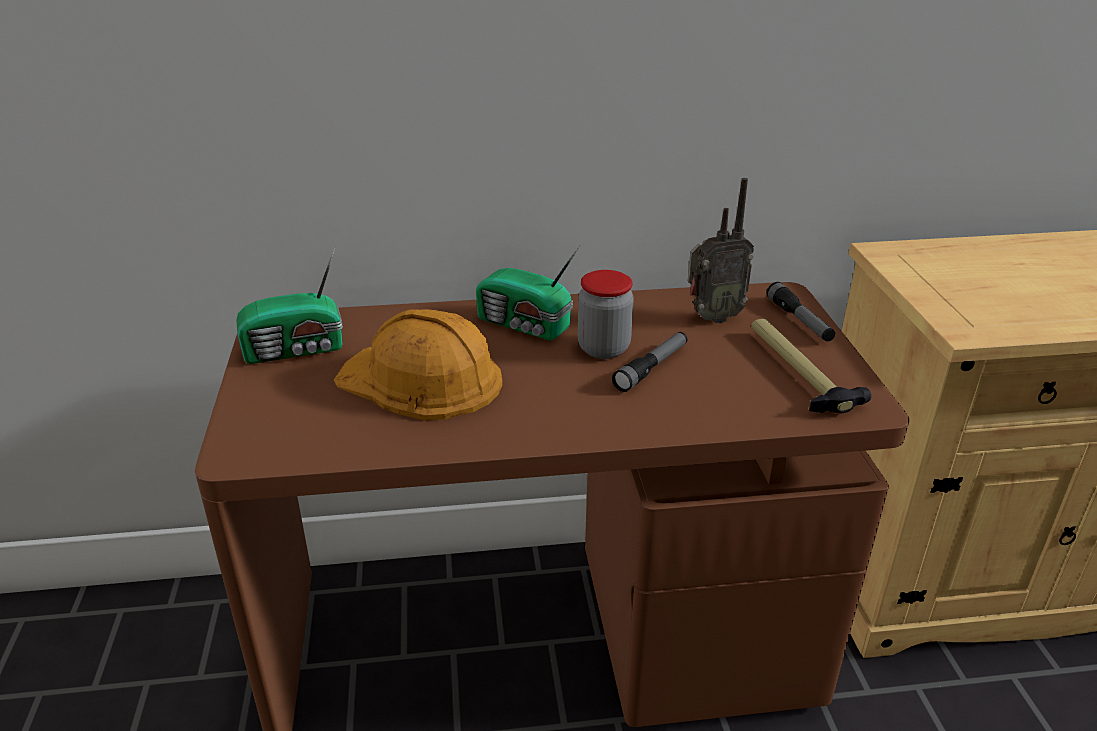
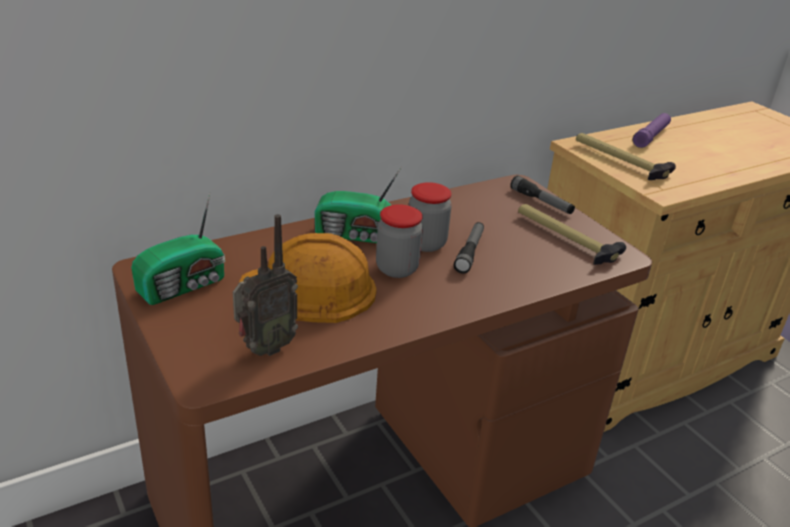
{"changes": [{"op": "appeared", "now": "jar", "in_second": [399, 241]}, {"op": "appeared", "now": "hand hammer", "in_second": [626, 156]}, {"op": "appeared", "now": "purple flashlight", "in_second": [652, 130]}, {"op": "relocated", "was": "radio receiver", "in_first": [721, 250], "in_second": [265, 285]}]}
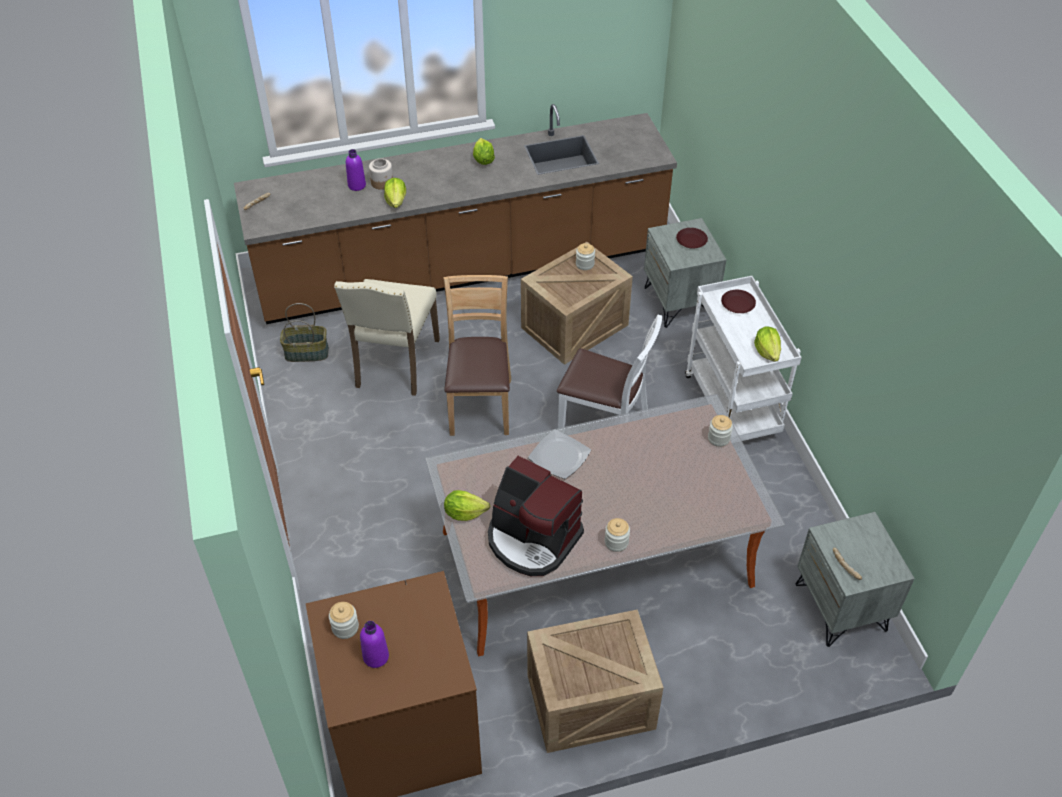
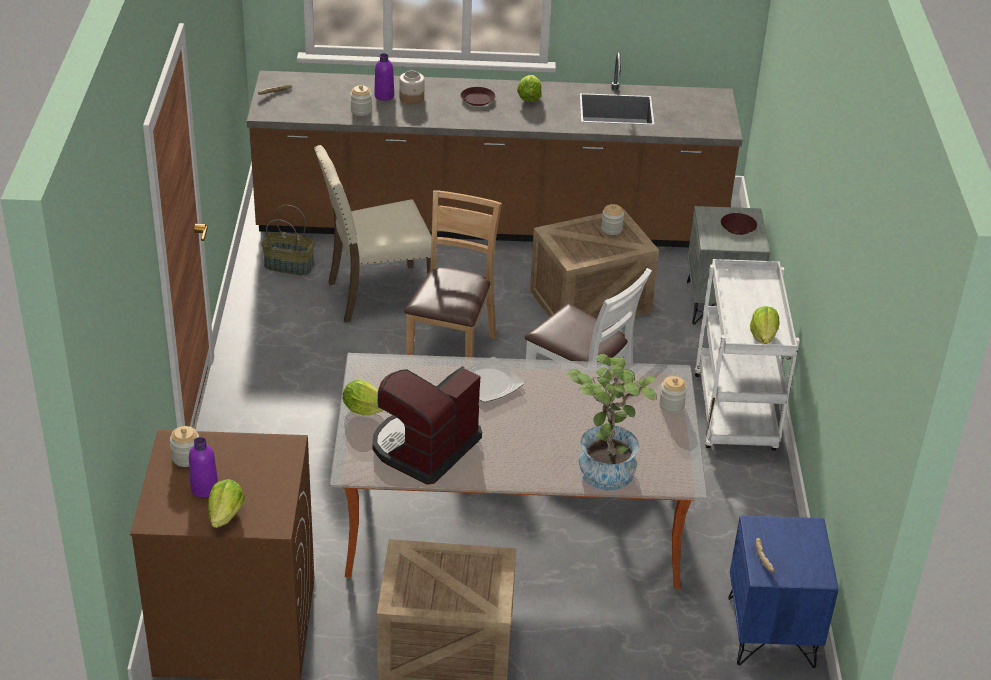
{"changes": [{"op": "appeared", "now": "plant in a pot", "in_second": [611, 422]}, {"op": "relocated", "was": "lettuce", "in_first": [395, 193], "in_second": [226, 503]}, {"op": "relocated", "was": "jar", "in_first": [617, 535], "in_second": [361, 100]}, {"op": "relocated", "was": "brownish flat dish", "in_first": [738, 301], "in_second": [478, 96]}, {"op": "colour", "was": "greyish nightstand", "now": "blue-coloured nightstand", "in_first": [855, 579], "in_second": [783, 591]}, {"op": "spun", "was": "sand-coloured upright chair", "in_first": [387, 337], "in_second": [375, 234], "clockwise": 45}, {"op": "spun", "was": "coffee brewer", "in_first": [536, 516], "in_second": [427, 425], "clockwise": 75}]}
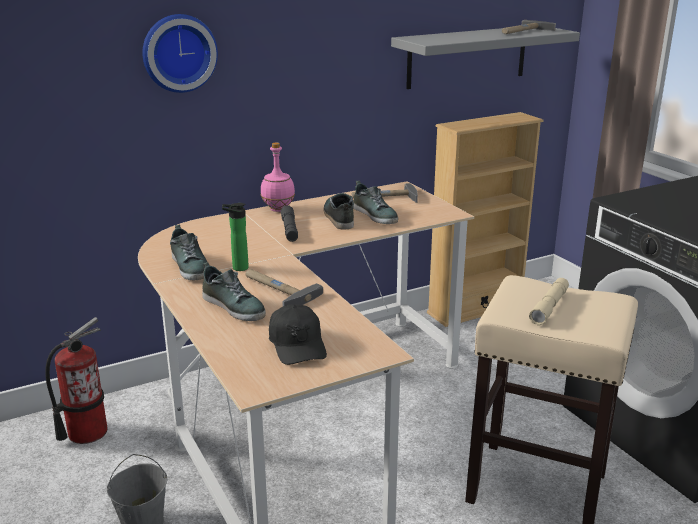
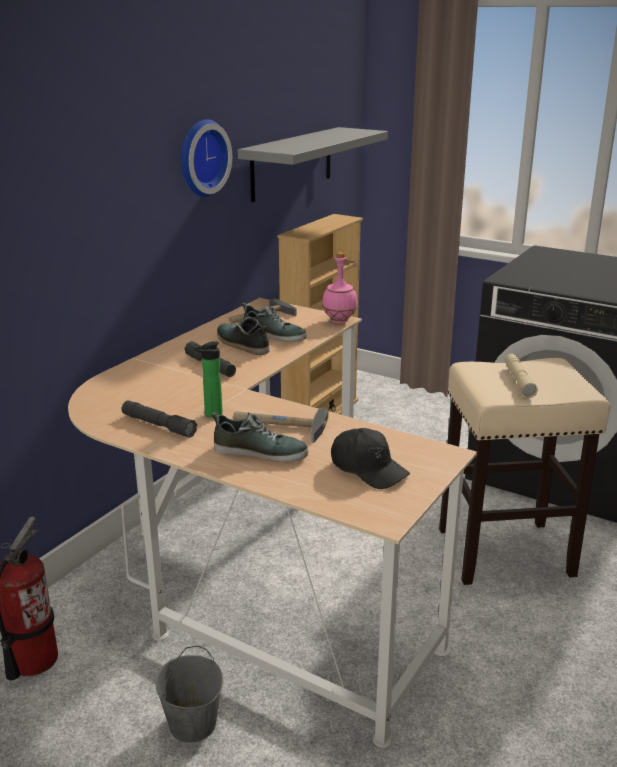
{"changes": [{"op": "missing", "was": "hand hammer", "in_first": [529, 27]}, {"op": "relocated", "was": "hanging clock", "in_first": [180, 53], "in_second": [206, 158]}, {"op": "relocated", "was": "pink-coloured bottle", "in_first": [278, 177], "in_second": [339, 287]}, {"op": "exchanged", "was": "item of footwear", "now": "greyish flashlight", "in_first": [188, 252], "in_second": [159, 419]}]}
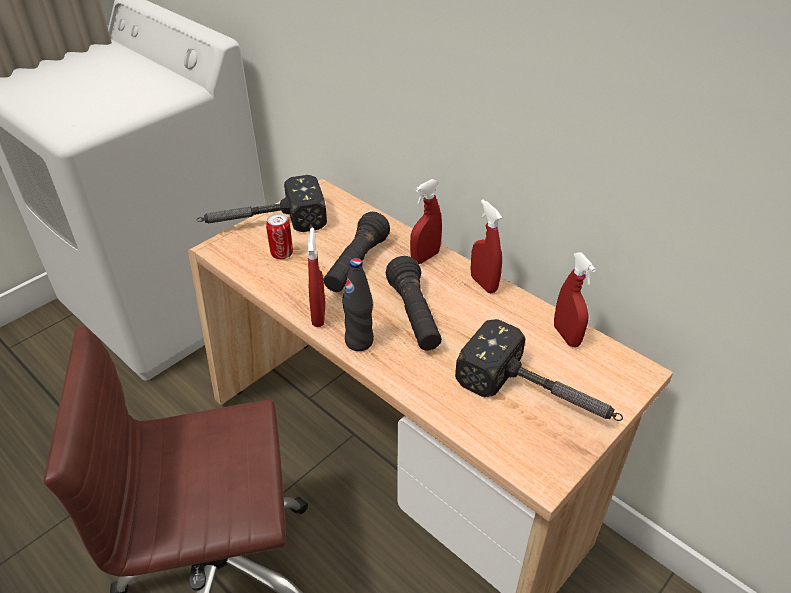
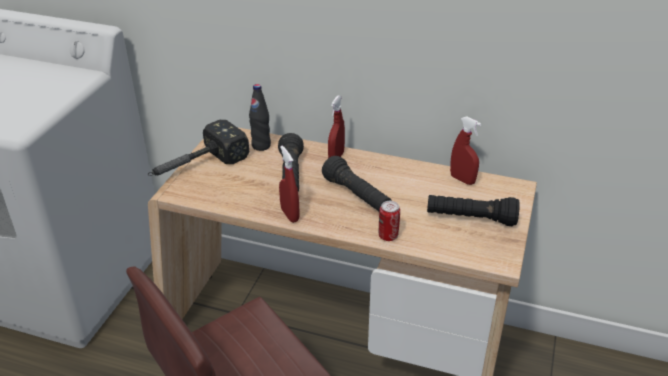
{"changes": [{"op": "missing", "was": "red spray bottle", "in_first": [486, 246]}, {"op": "relocated", "was": "can", "in_first": [279, 236], "in_second": [389, 221]}, {"op": "relocated", "was": "blackish bottle", "in_first": [358, 304], "in_second": [260, 117]}, {"op": "exchanged", "was": "hand hammer", "now": "blackish flashlight", "in_first": [539, 370], "in_second": [473, 210]}]}
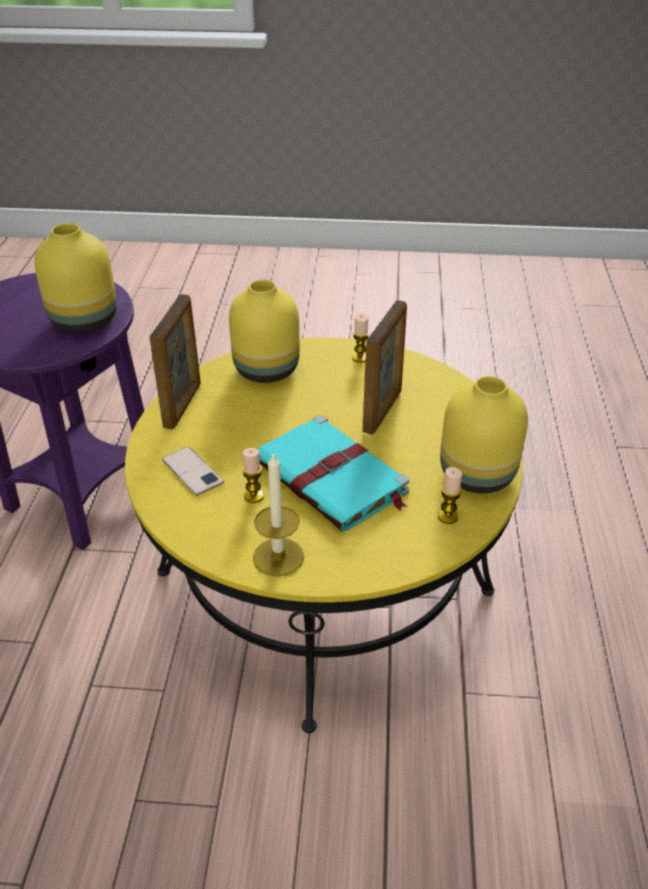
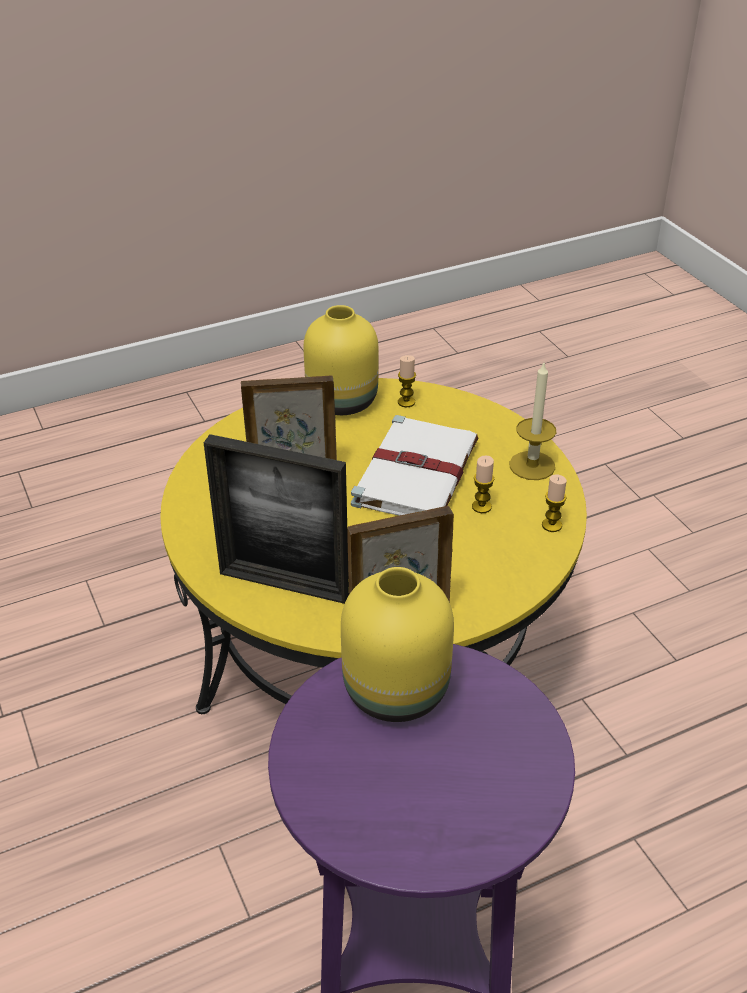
{"changes": [{"op": "missing", "was": "handset", "in_first": [193, 471]}, {"op": "relocated", "was": "wax light", "in_first": [360, 338], "in_second": [554, 503]}, {"op": "exchanged", "was": "yellow flower vase", "now": "photo frame", "in_first": [264, 331], "in_second": [276, 519]}, {"op": "colour", "was": "turquoise-coloured bound book", "now": "whitish bound book", "in_first": [334, 473], "in_second": [414, 465]}]}
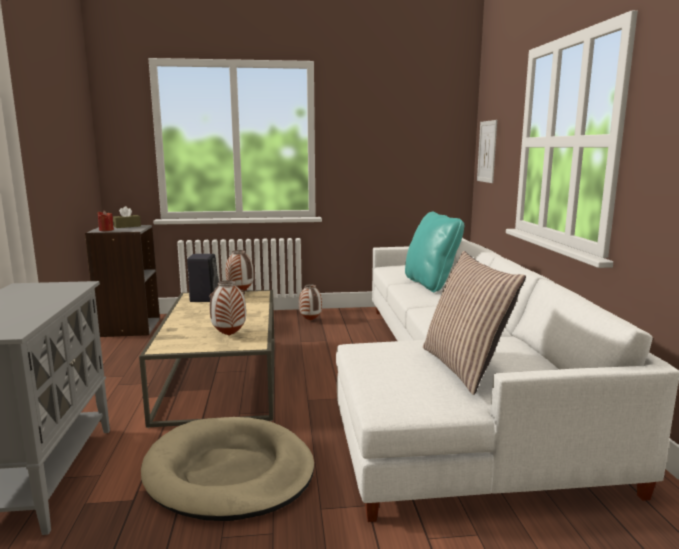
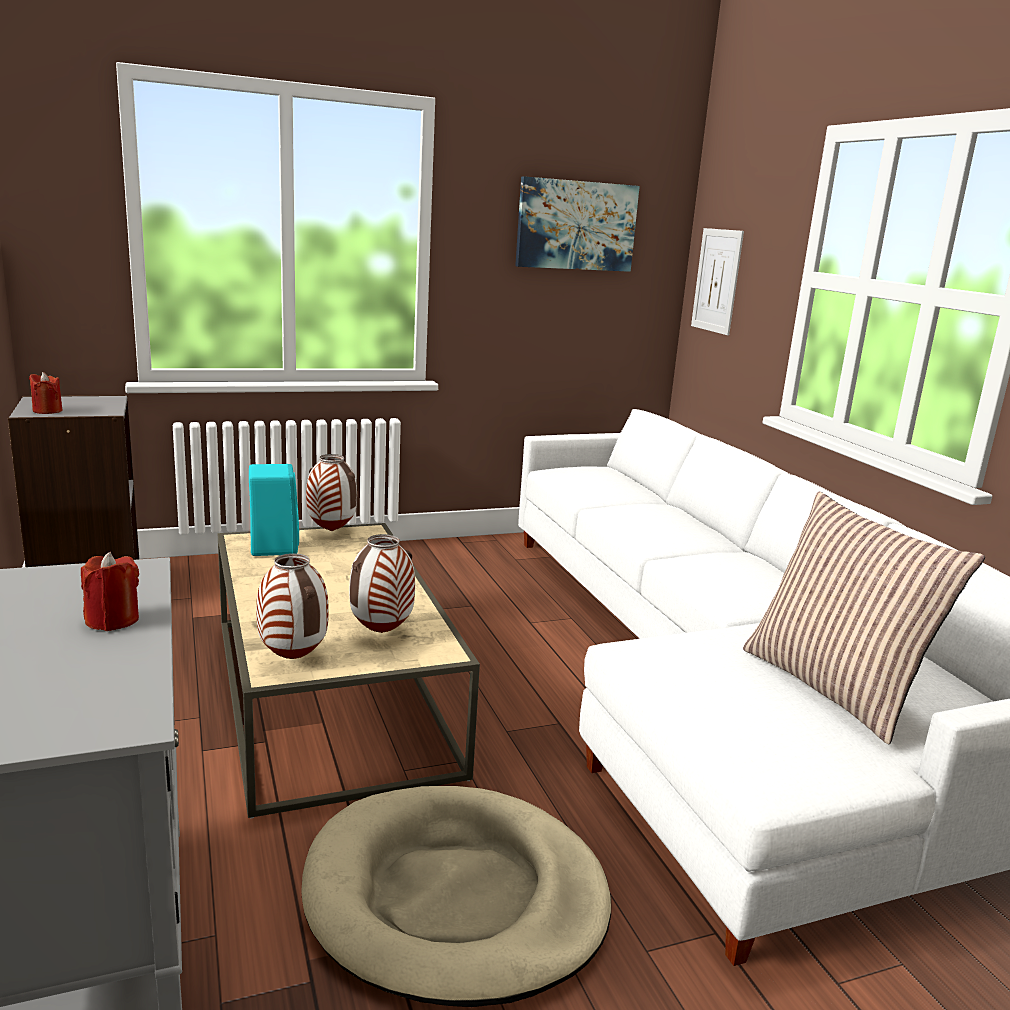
{"changes": [{"op": "missing", "was": "brownish box of tissues", "in_first": [127, 217]}, {"op": "missing", "was": "turquoise-coloured pillow", "in_first": [434, 251]}, {"op": "appeared", "now": "red wax light", "in_second": [110, 591]}, {"op": "appeared", "now": "wall art", "in_second": [577, 224]}, {"op": "relocated", "was": "flower vase", "in_first": [310, 302], "in_second": [292, 606]}, {"op": "colour", "was": "blackish loudspeaker", "now": "turquoise-coloured loudspeaker", "in_first": [203, 278], "in_second": [274, 510]}]}
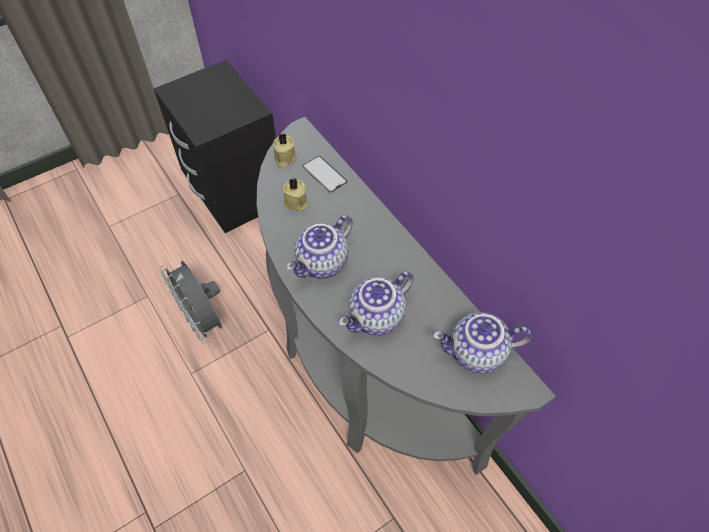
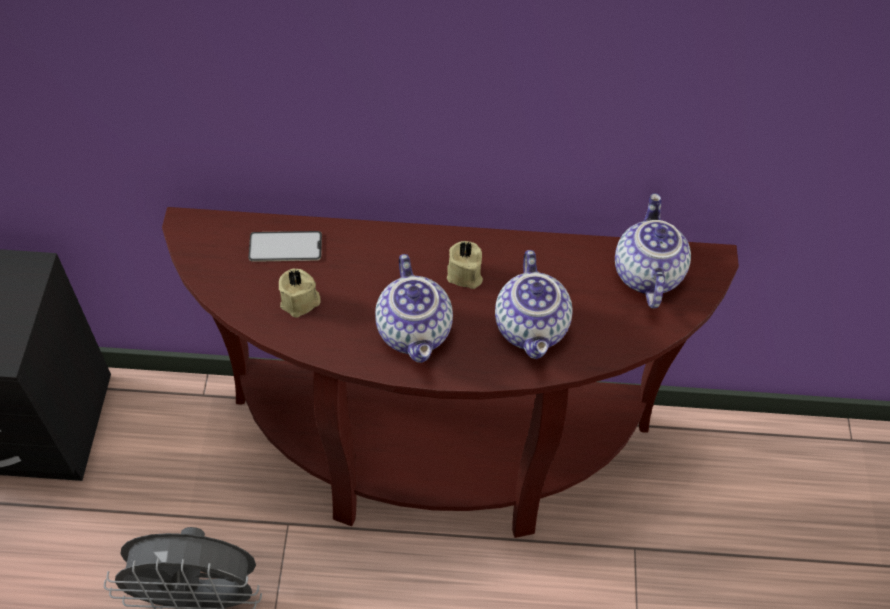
{"changes": [{"op": "relocated", "was": "sand-coloured wax light", "in_first": [284, 150], "in_second": [465, 265]}, {"op": "colour", "was": "greyish hall table", "now": "brownish hall table", "in_first": [406, 296], "in_second": [450, 372]}, {"op": "spun", "was": "tea pot", "in_first": [482, 343], "in_second": [653, 250], "clockwise": 150}]}
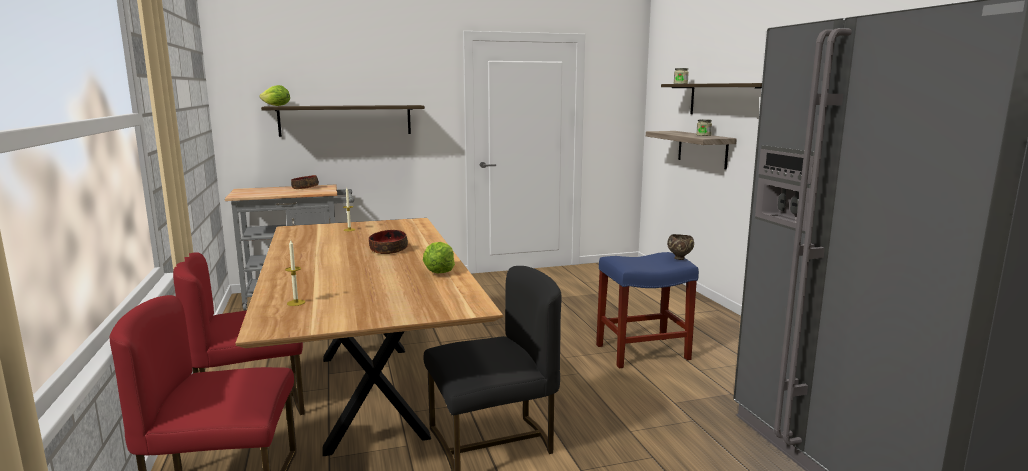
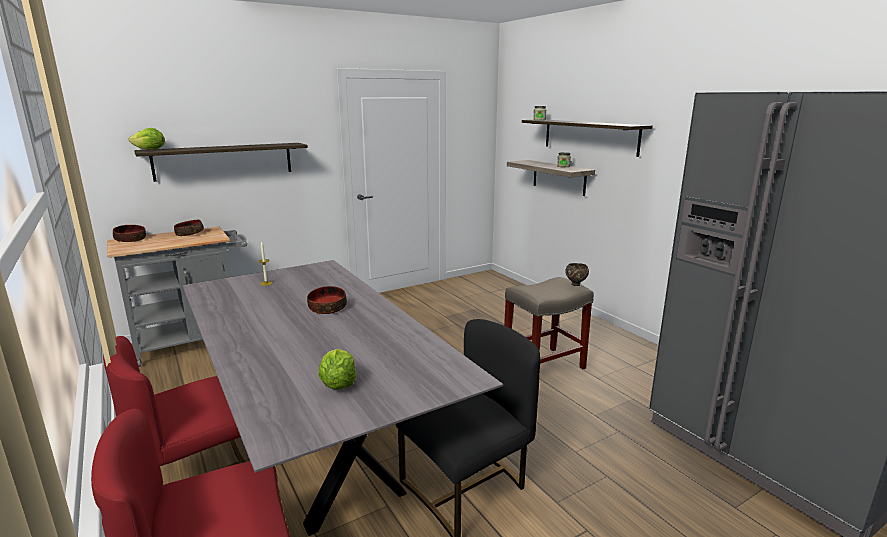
{"changes": [{"op": "missing", "was": "wax light", "in_first": [295, 273]}, {"op": "appeared", "now": "deep dish", "in_second": [129, 233]}, {"op": "relocated", "was": "lettuce", "in_first": [439, 258], "in_second": [338, 369]}, {"op": "colour", "was": "brownish dining table", "now": "greyish dining table", "in_first": [369, 337], "in_second": [342, 398]}, {"op": "colour", "was": "blue-coloured sitting stool", "now": "sand-coloured sitting stool", "in_first": [647, 310], "in_second": [549, 323]}]}
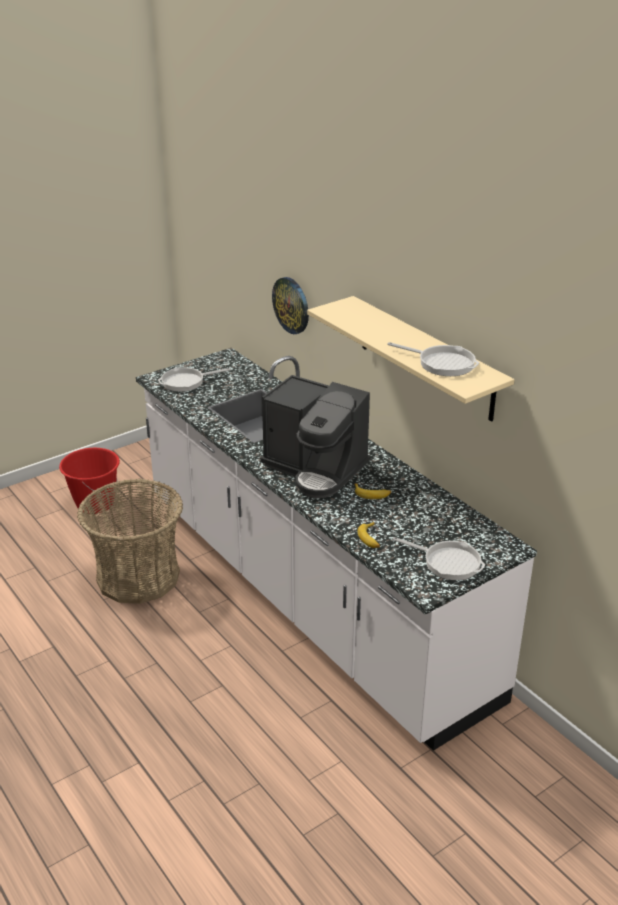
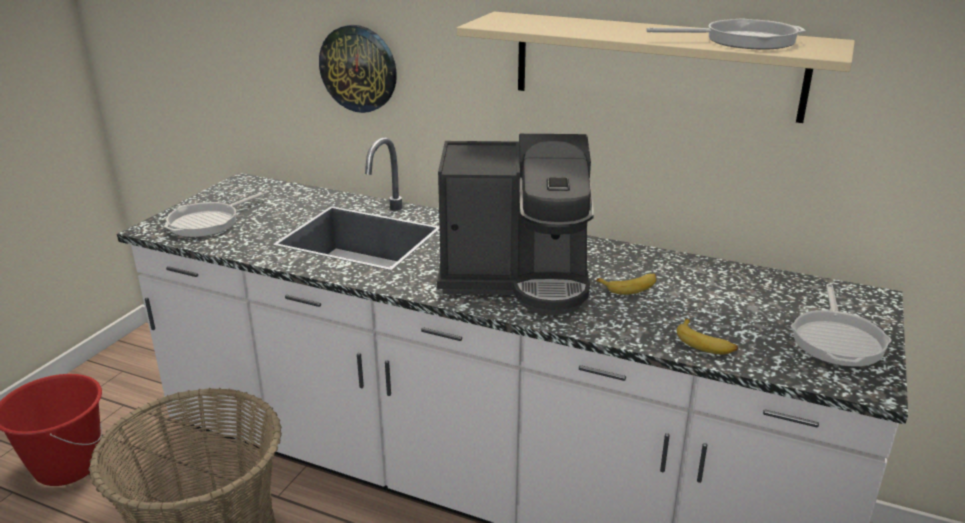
{"changes": [{"op": "spun", "was": "pan", "in_first": [438, 558], "in_second": [841, 325], "clockwise": 105}]}
